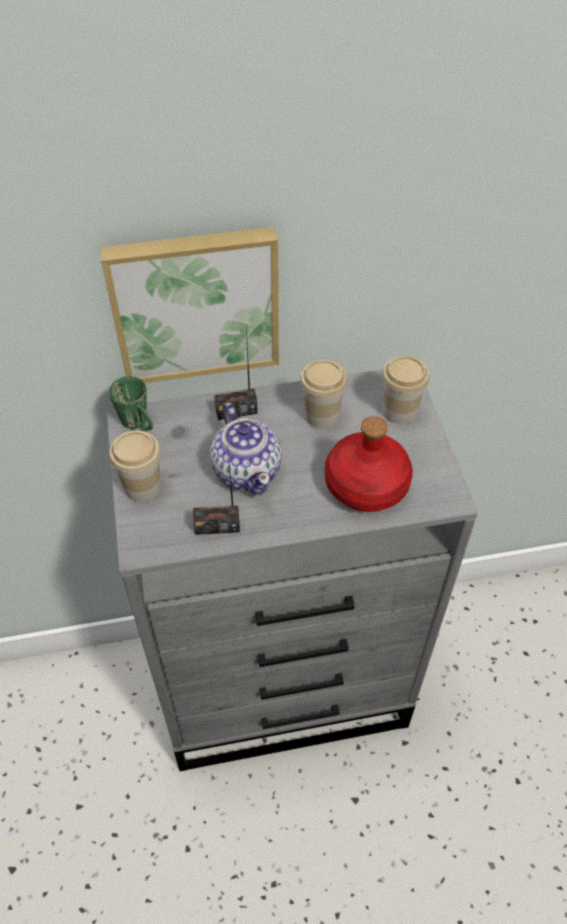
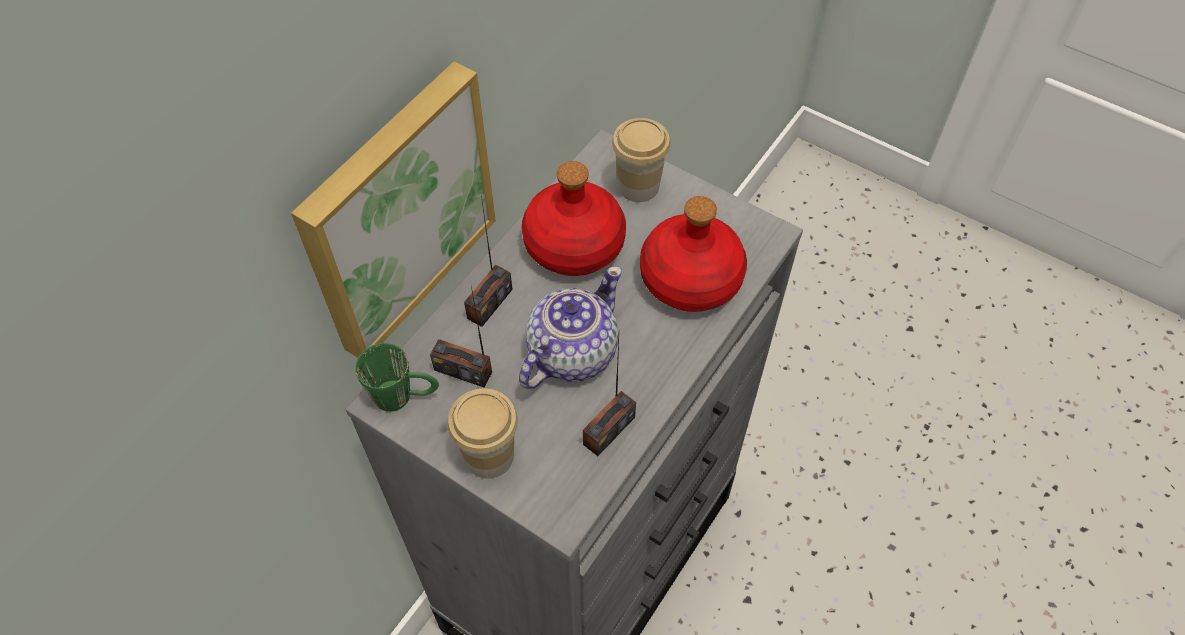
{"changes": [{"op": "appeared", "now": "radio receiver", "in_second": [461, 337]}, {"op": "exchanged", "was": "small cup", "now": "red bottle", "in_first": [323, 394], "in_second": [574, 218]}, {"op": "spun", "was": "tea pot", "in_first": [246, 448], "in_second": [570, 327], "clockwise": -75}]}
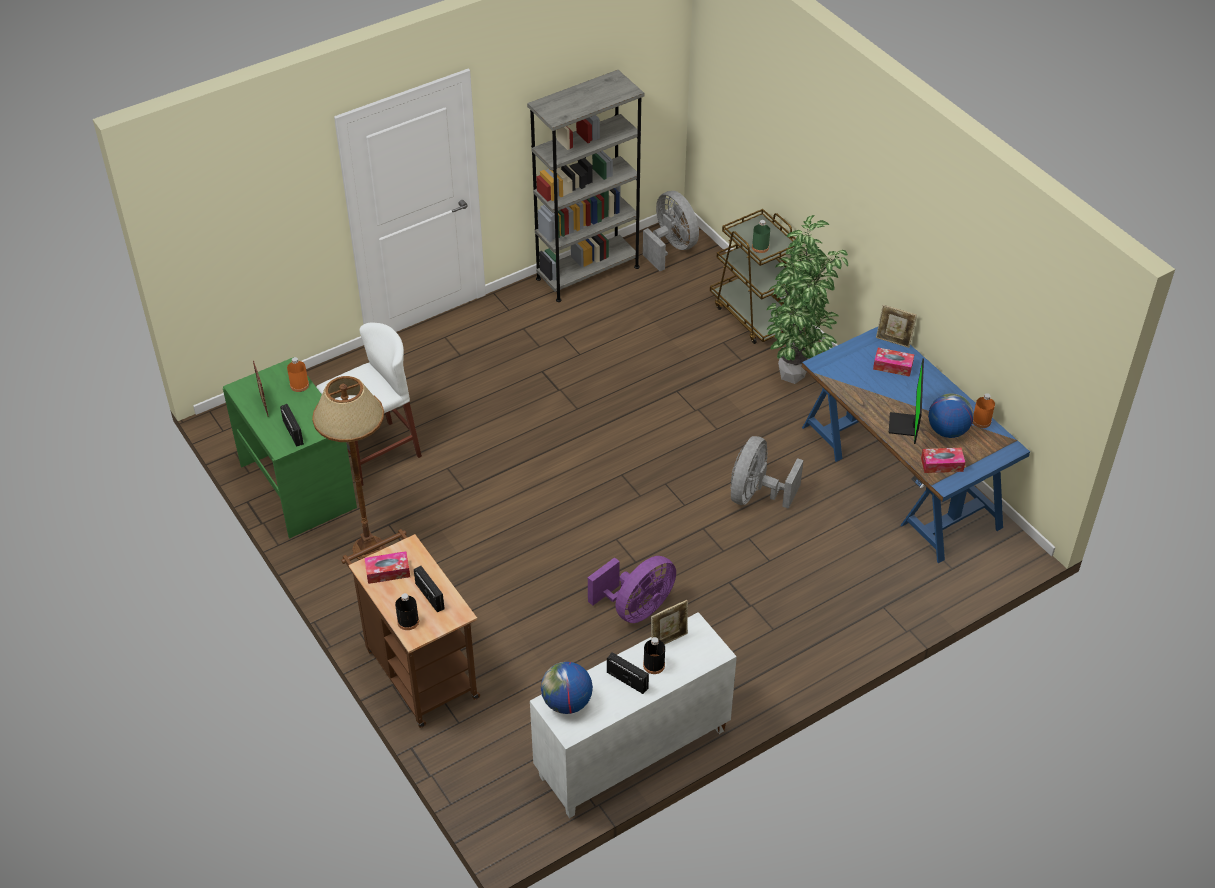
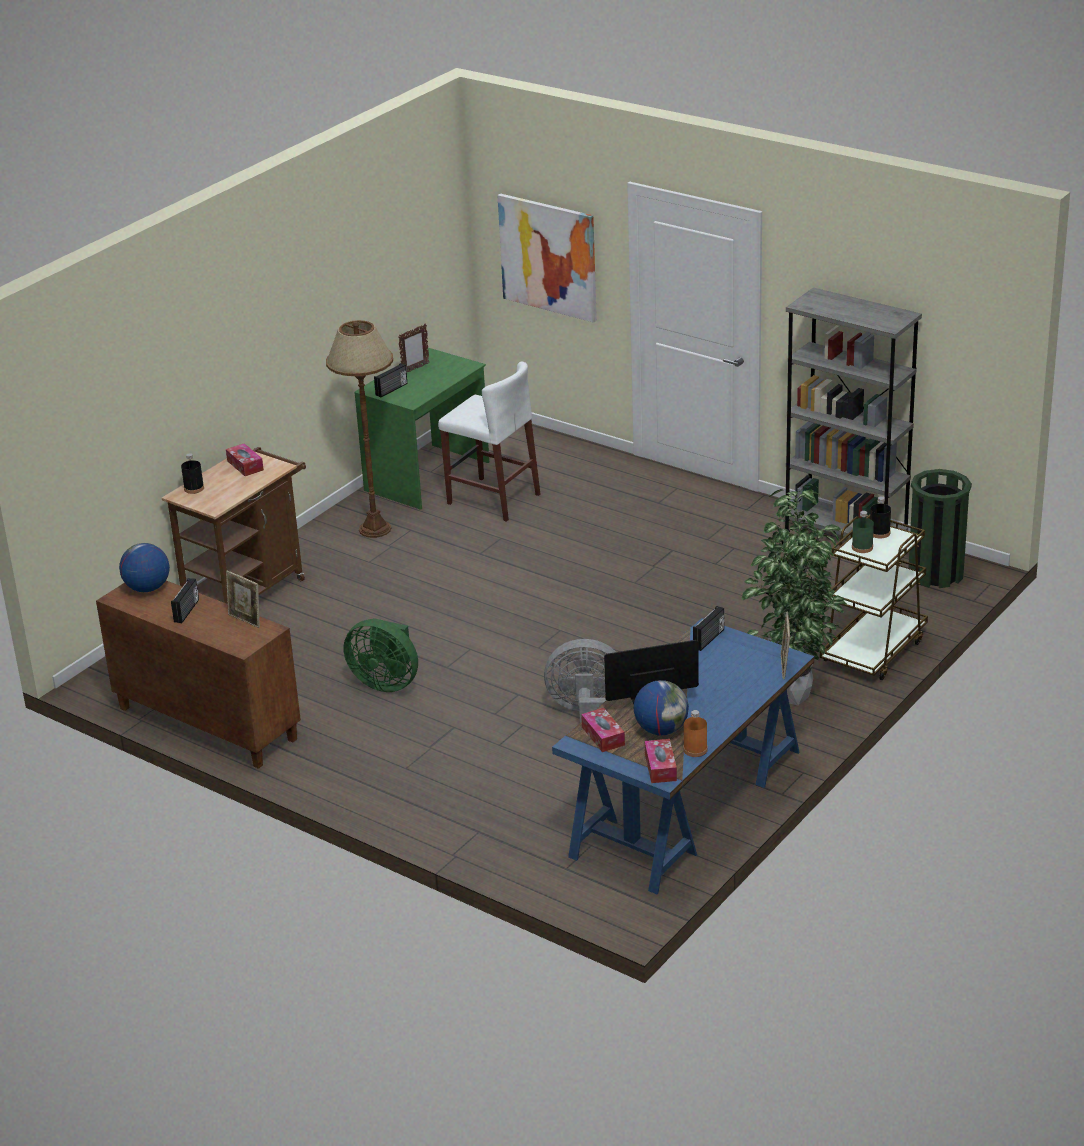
{"changes": [{"op": "missing", "was": "orangey bottle", "in_first": [298, 374]}, {"op": "appeared", "now": "wall art", "in_second": [547, 258]}, {"op": "relocated", "was": "radio receiver", "in_first": [429, 589], "in_second": [708, 628]}, {"op": "relocated", "was": "blackish bottle", "in_first": [654, 655], "in_second": [880, 517]}, {"op": "relocated", "was": "box of tissues", "in_first": [893, 362], "in_second": [661, 761]}, {"op": "exchanged", "was": "greyish cooling fan", "now": "green-coloured rubbish bin", "in_first": [671, 231], "in_second": [940, 528]}, {"op": "colour", "was": "whitish cupboard", "now": "brownish cupboard", "in_first": [633, 715], "in_second": [198, 674]}, {"op": "colour", "was": "purple cooling fan", "now": "green-coloured cooling fan", "in_first": [632, 589], "in_second": [380, 655]}]}
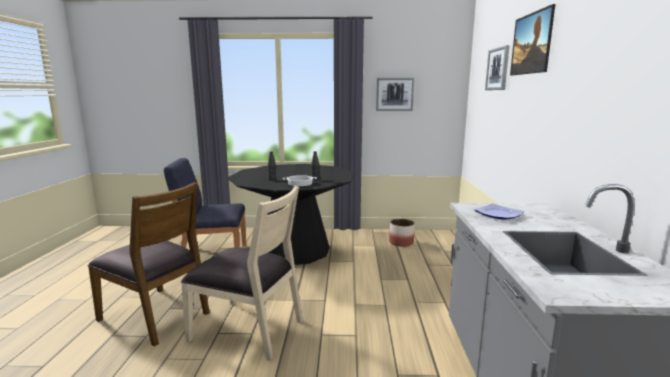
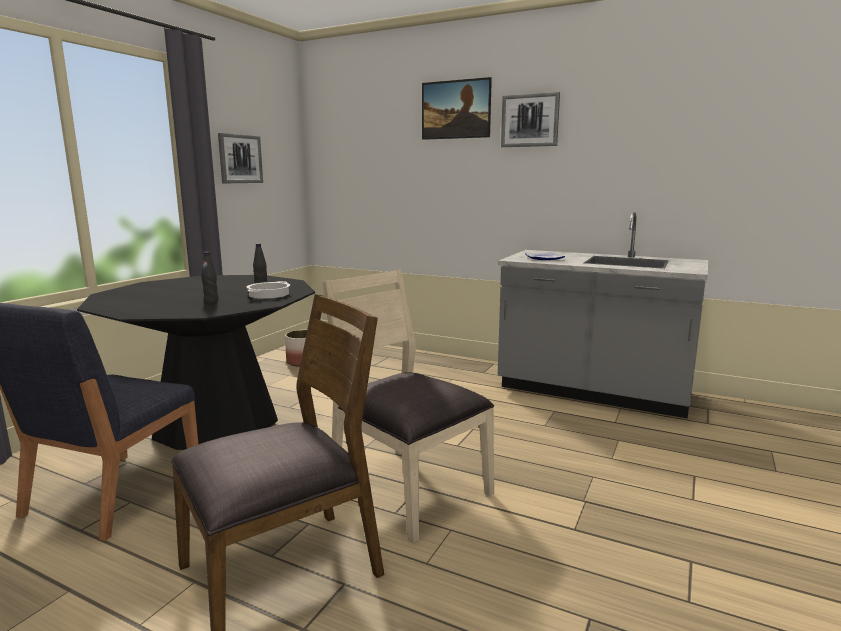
{"changes": [{"op": "relocated", "was": "wall art", "in_first": [497, 67], "in_second": [530, 119]}, {"op": "spun", "was": "sand-coloured upright chair", "in_first": [242, 273], "in_second": [408, 406], "clockwise": -90}]}
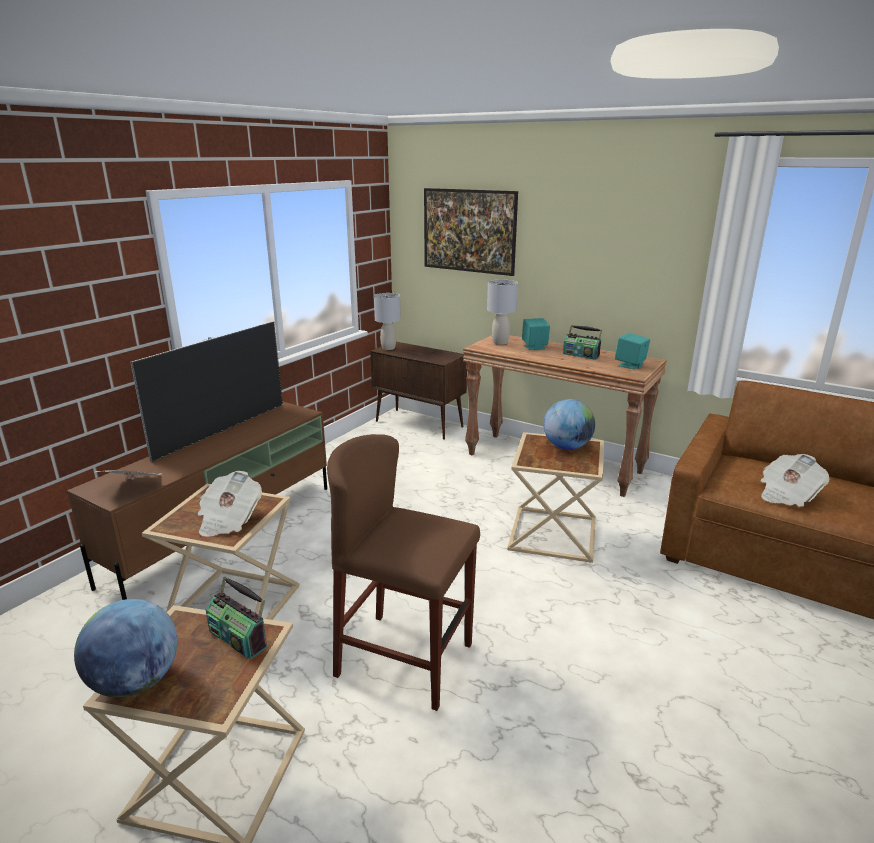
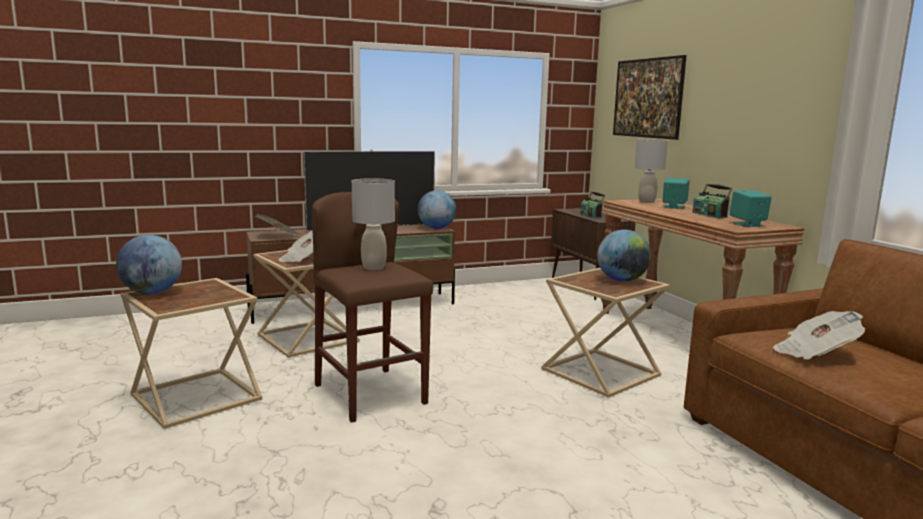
{"changes": [{"op": "appeared", "now": "world globe", "in_second": [437, 209]}, {"op": "relocated", "was": "radio receiver", "in_first": [236, 618], "in_second": [592, 205]}, {"op": "relocated", "was": "greyish tabletop lamp", "in_first": [387, 321], "in_second": [373, 224]}]}
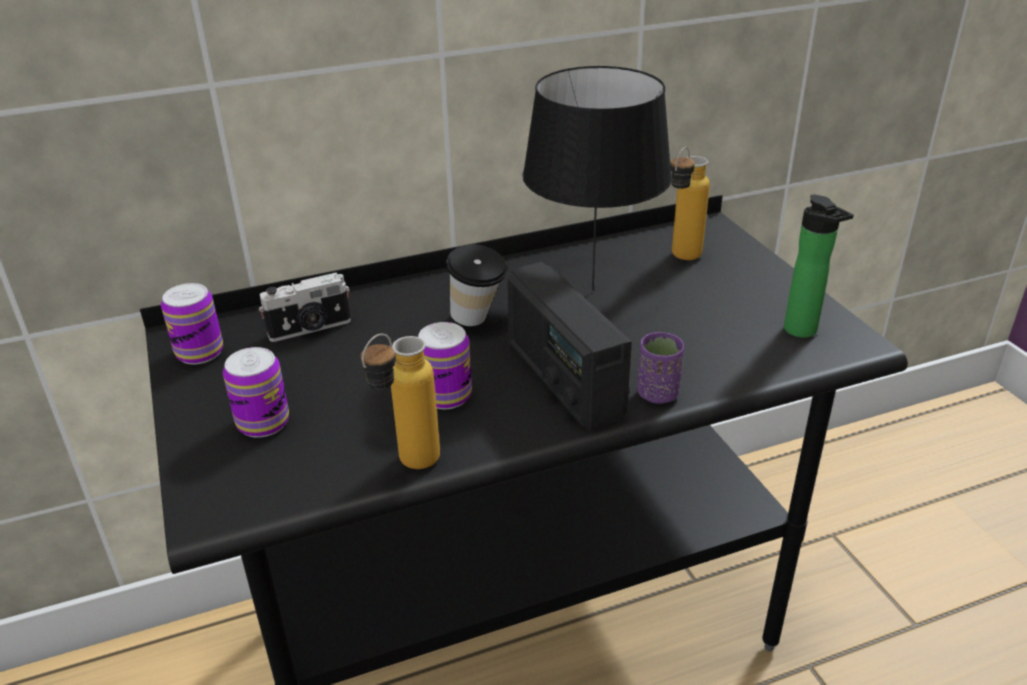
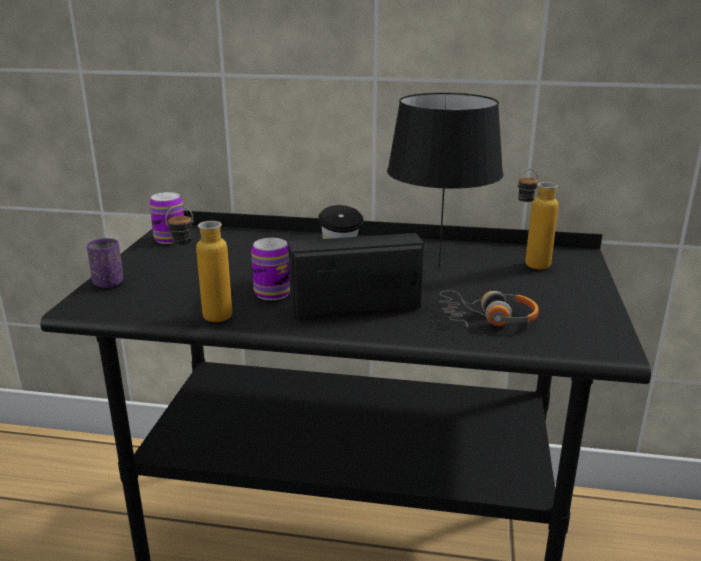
{"changes": [{"op": "missing", "was": "can", "in_first": [256, 392]}, {"op": "missing", "was": "photo camera", "in_first": [305, 307]}, {"op": "missing", "was": "bottle", "in_first": [819, 266]}, {"op": "appeared", "now": "headphones", "in_second": [489, 308]}, {"op": "relocated", "was": "purple small cup", "in_first": [660, 368], "in_second": [105, 263]}, {"op": "spun", "was": "radio receiver", "in_first": [569, 346], "in_second": [356, 275], "clockwise": 75}]}
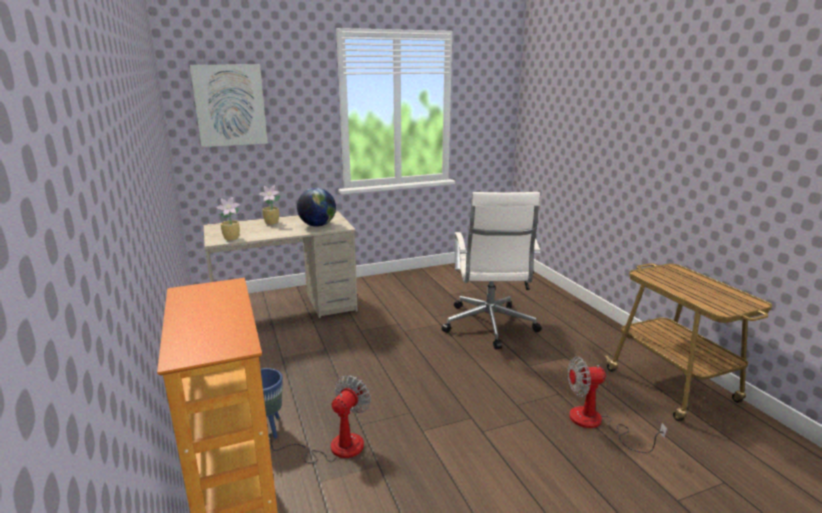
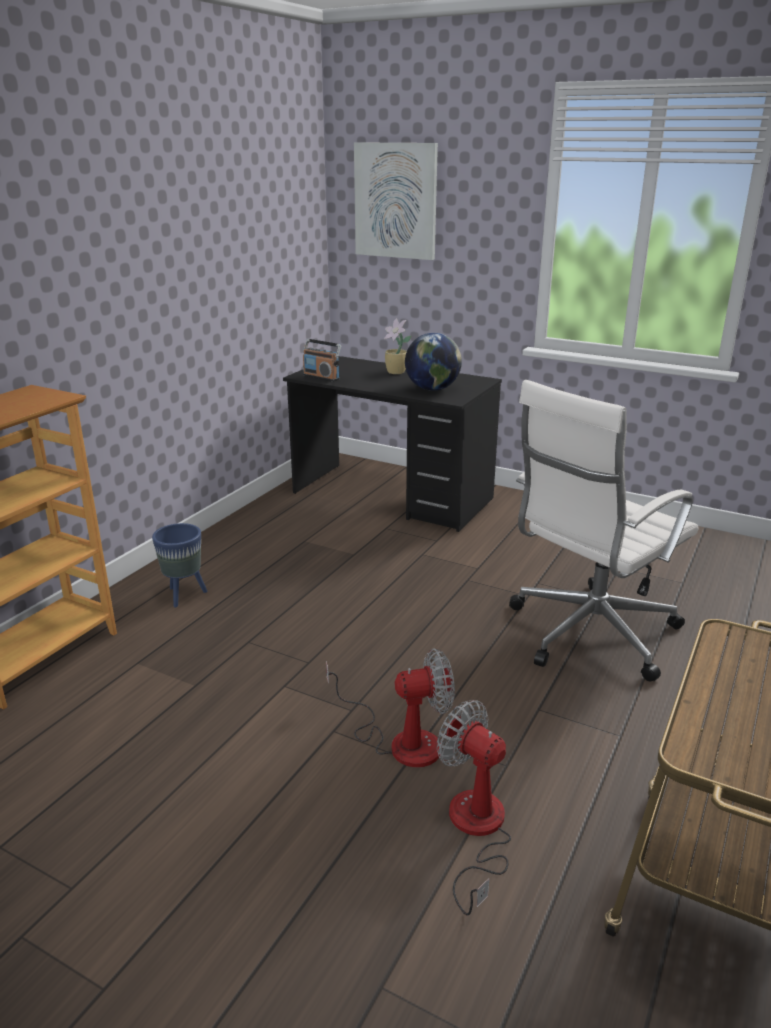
{"changes": [{"op": "relocated", "was": "cooling fan", "in_first": [319, 419], "in_second": [390, 708]}, {"op": "exchanged", "was": "plant in a pot", "now": "radio receiver", "in_first": [228, 218], "in_second": [322, 360]}, {"op": "colour", "was": "sand-coloured desk", "now": "blackish desk", "in_first": [281, 264], "in_second": [392, 444]}]}
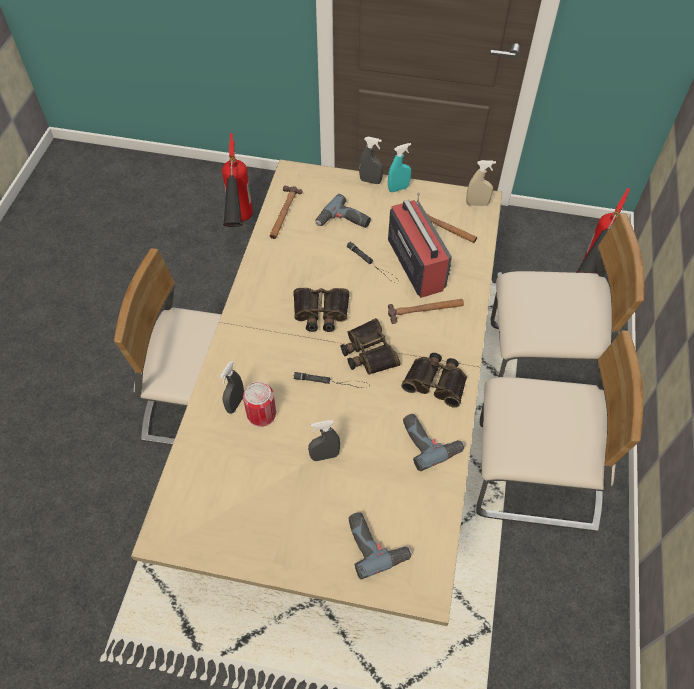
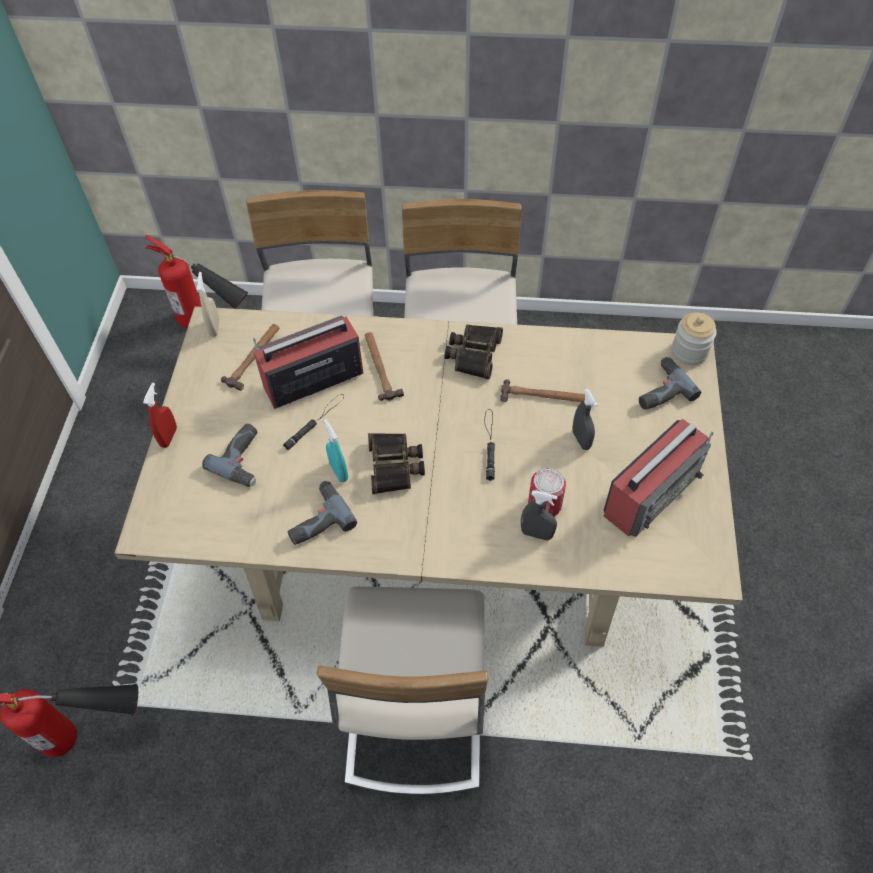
{"changes": [{"op": "missing", "was": "field glasses", "in_first": [370, 346]}, {"op": "appeared", "now": "radio receiver", "in_second": [658, 478]}, {"op": "appeared", "now": "jar", "in_second": [694, 339]}, {"op": "relocated", "was": "hand hammer", "in_first": [285, 212], "in_second": [542, 390]}, {"op": "relocated", "was": "turquoise-coloured spray bottle", "in_first": [399, 167], "in_second": [335, 450]}, {"op": "relocated", "was": "power drill", "in_first": [434, 442], "in_second": [322, 513]}, {"op": "colour", "was": "greyish spray bottle", "now": "red spray bottle", "in_first": [371, 160], "in_second": [160, 415]}]}
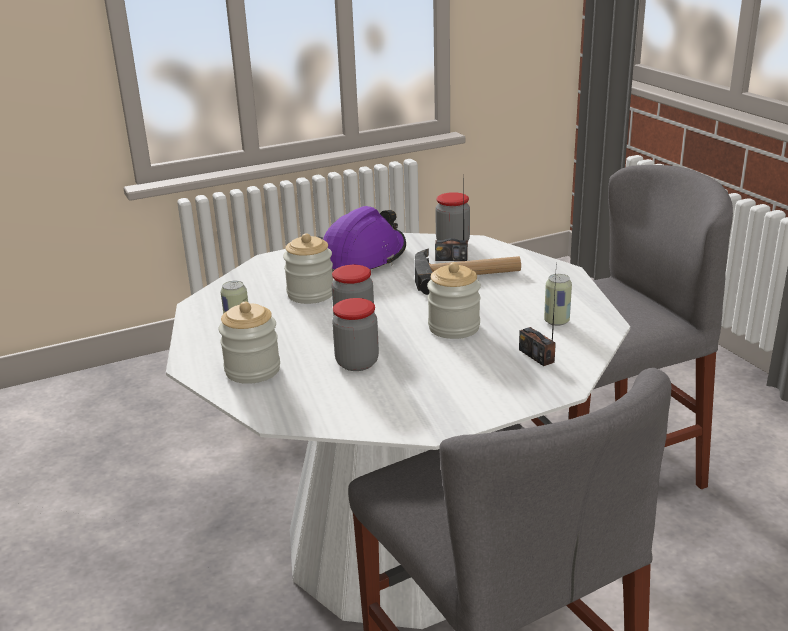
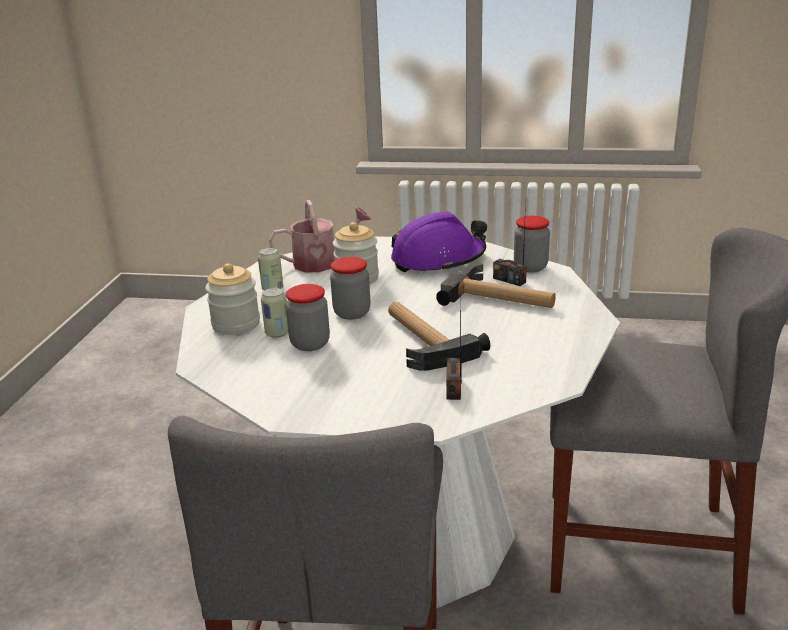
{"changes": [{"op": "appeared", "now": "watering can", "in_second": [320, 236]}, {"op": "relocated", "was": "can", "in_first": [558, 300], "in_second": [274, 313]}, {"op": "exchanged", "was": "jar", "now": "hand hammer", "in_first": [454, 300], "in_second": [439, 336]}]}
